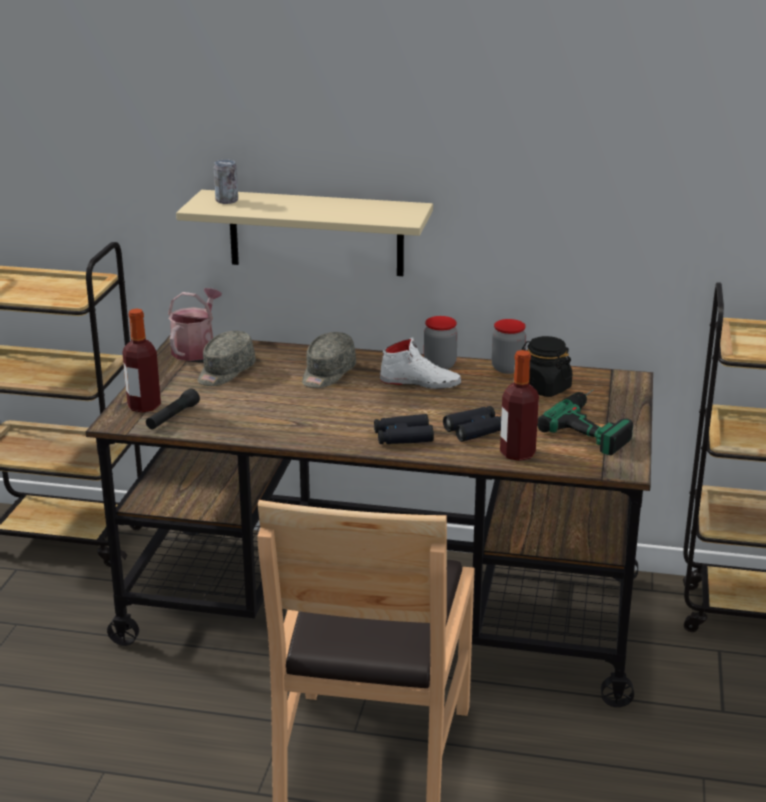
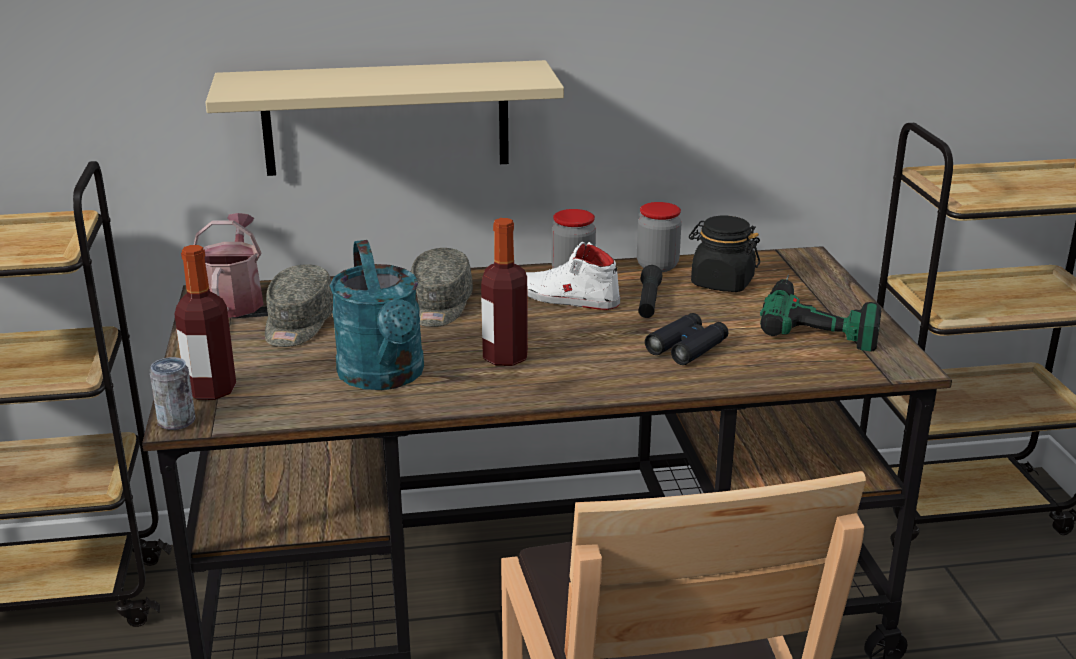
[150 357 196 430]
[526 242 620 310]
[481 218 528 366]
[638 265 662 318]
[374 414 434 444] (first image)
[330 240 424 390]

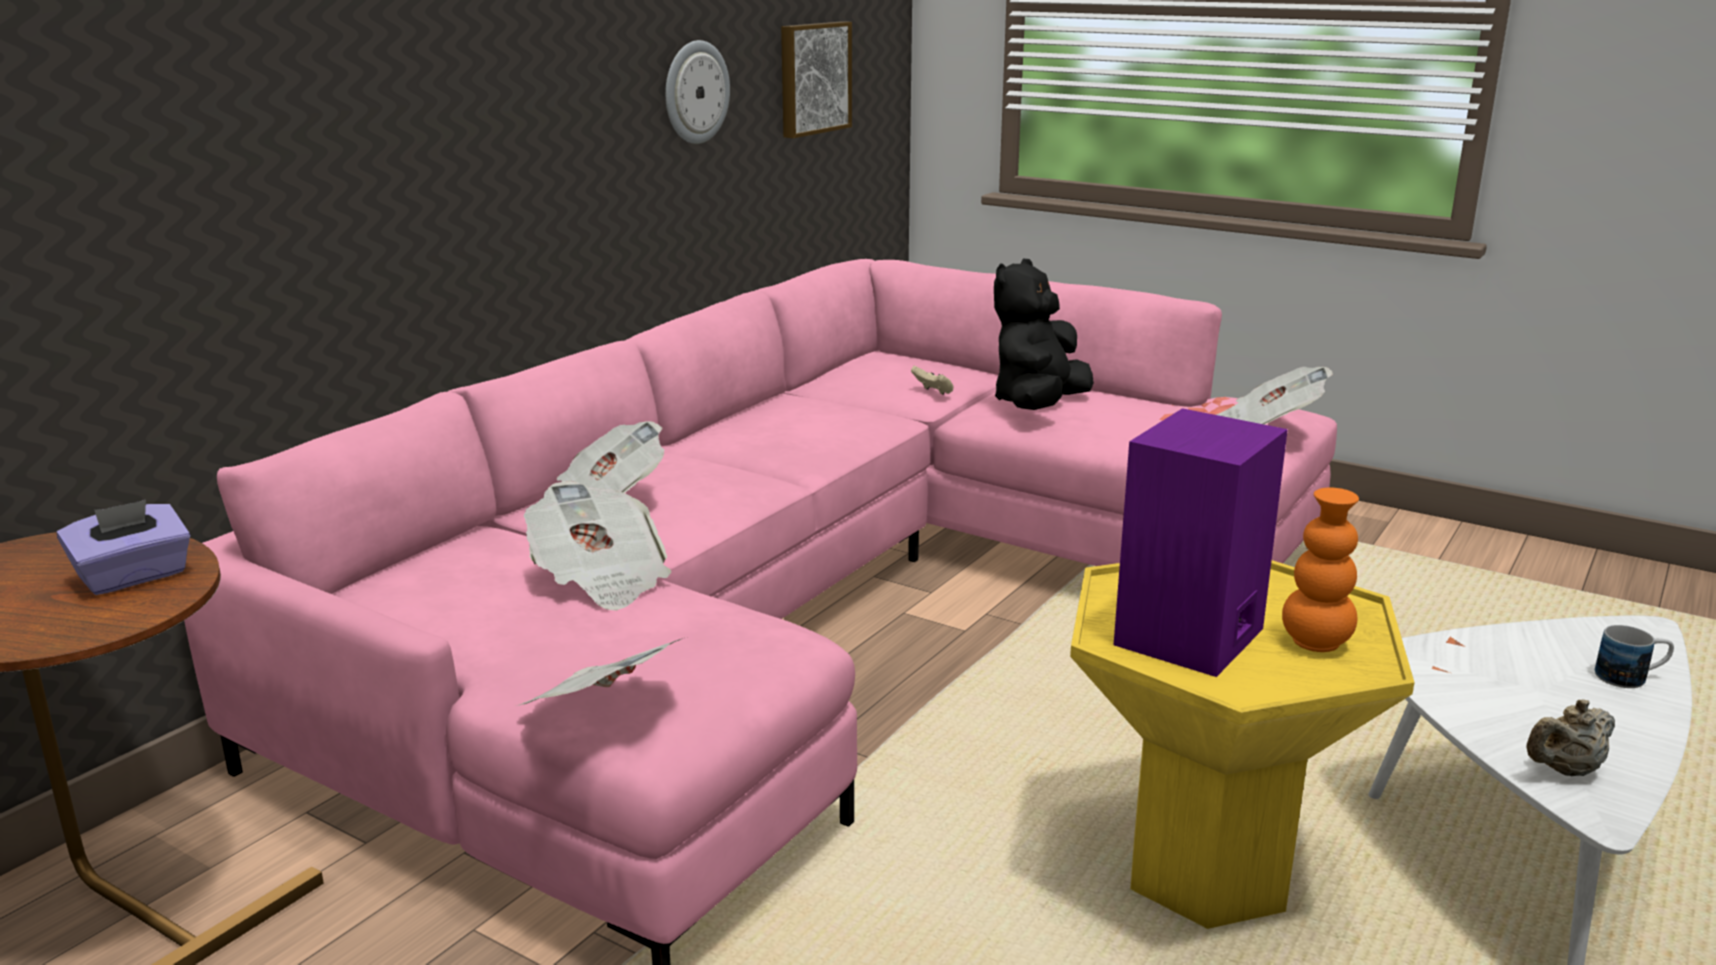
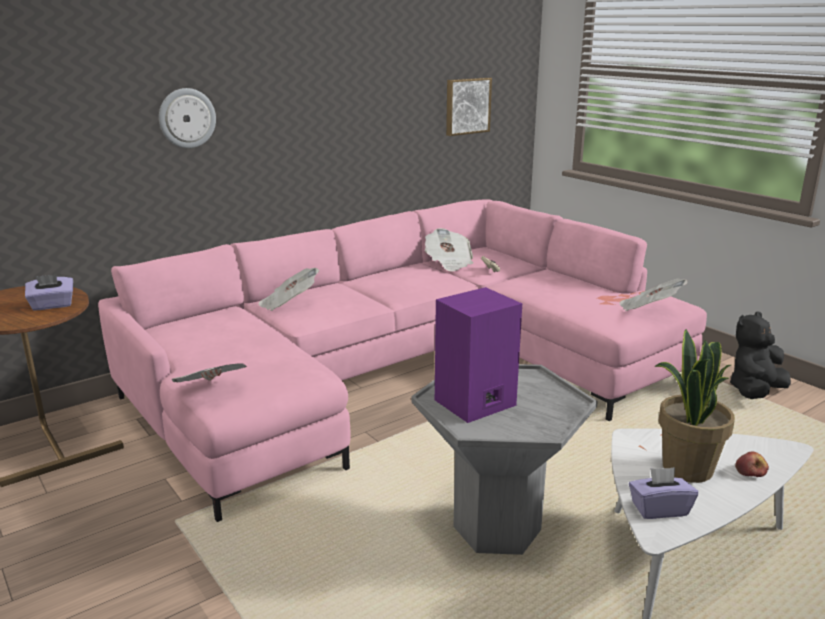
[159 88 216 148]
[730 311 791 399]
[425 228 473 272]
[1282 488 1359 652] (first image)
[411 364 598 555]
[735 452 769 477]
[629 467 698 519]
[654 329 735 483]

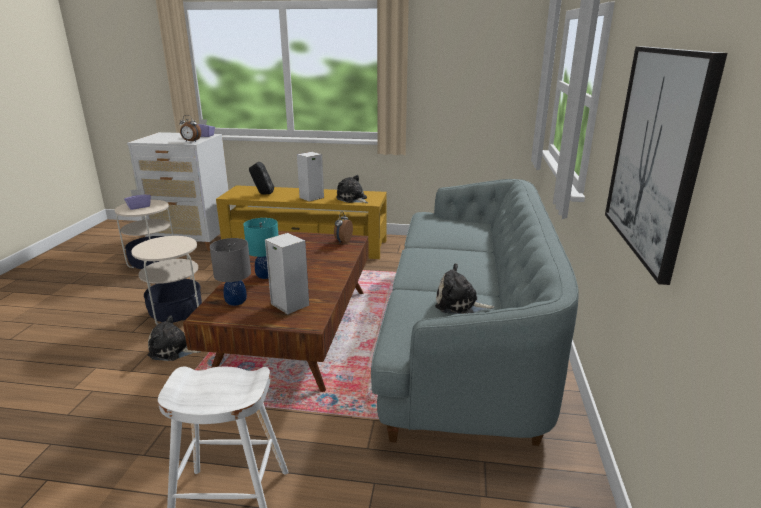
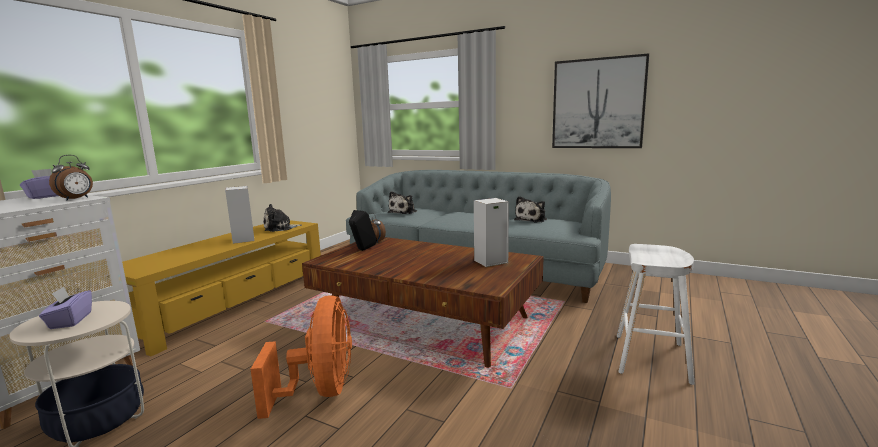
[349 210 377 251]
[243 218 278 279] (first image)
[251 295 352 419]
[210 238 251 306] (first image)
[388 191 417 214]

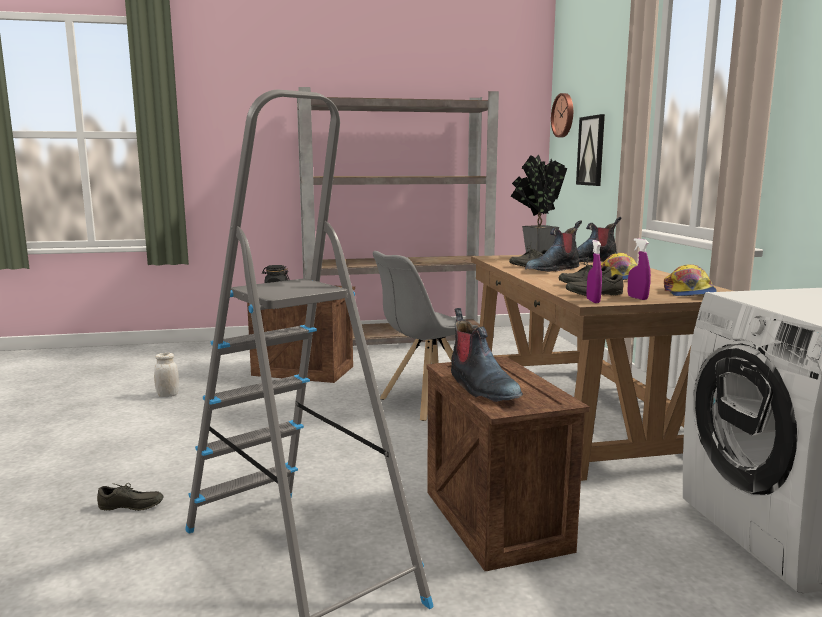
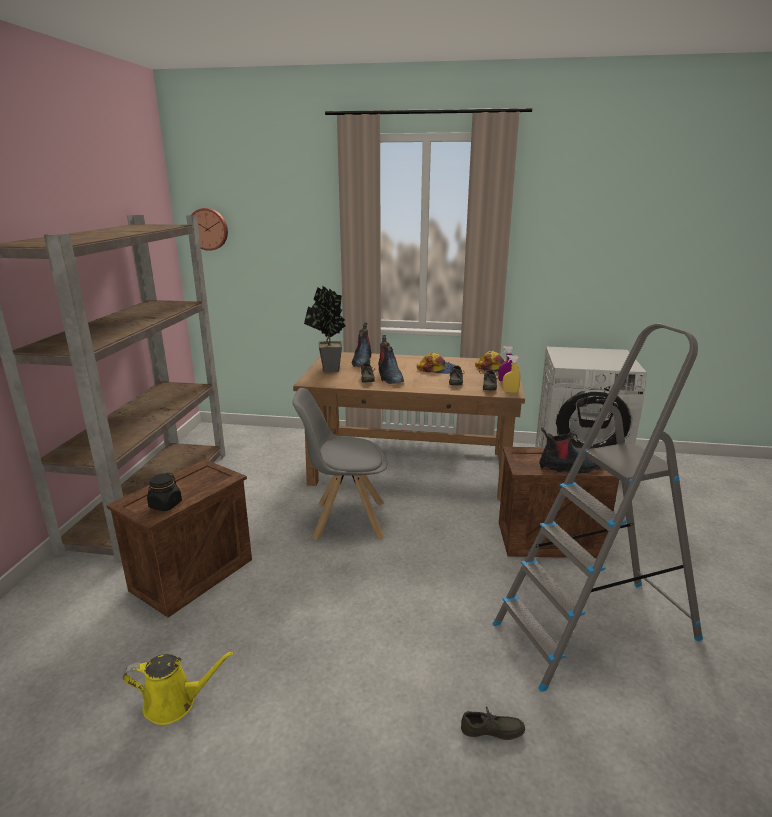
[576 114 605 186] (first image)
[502 355 520 393]
[293 388 387 540]
[123 651 235 725]
[461 706 525 740]

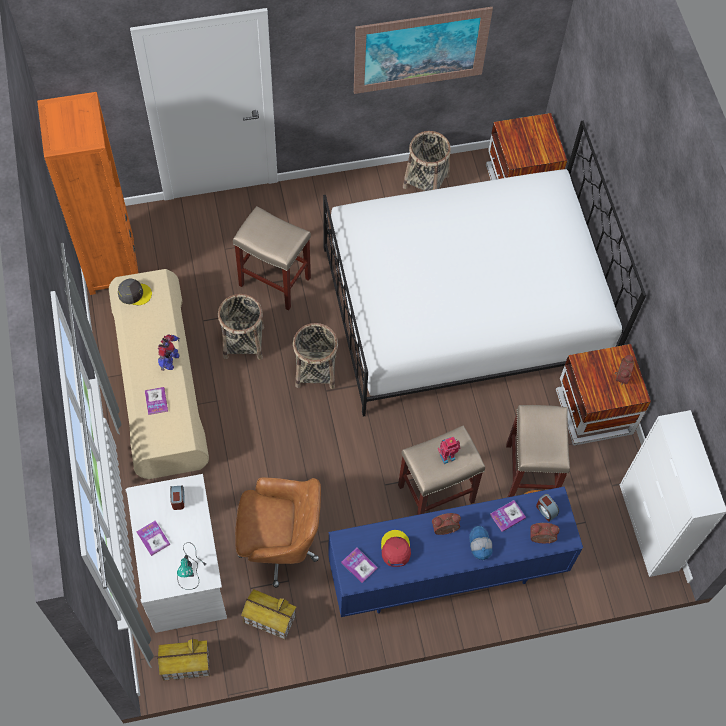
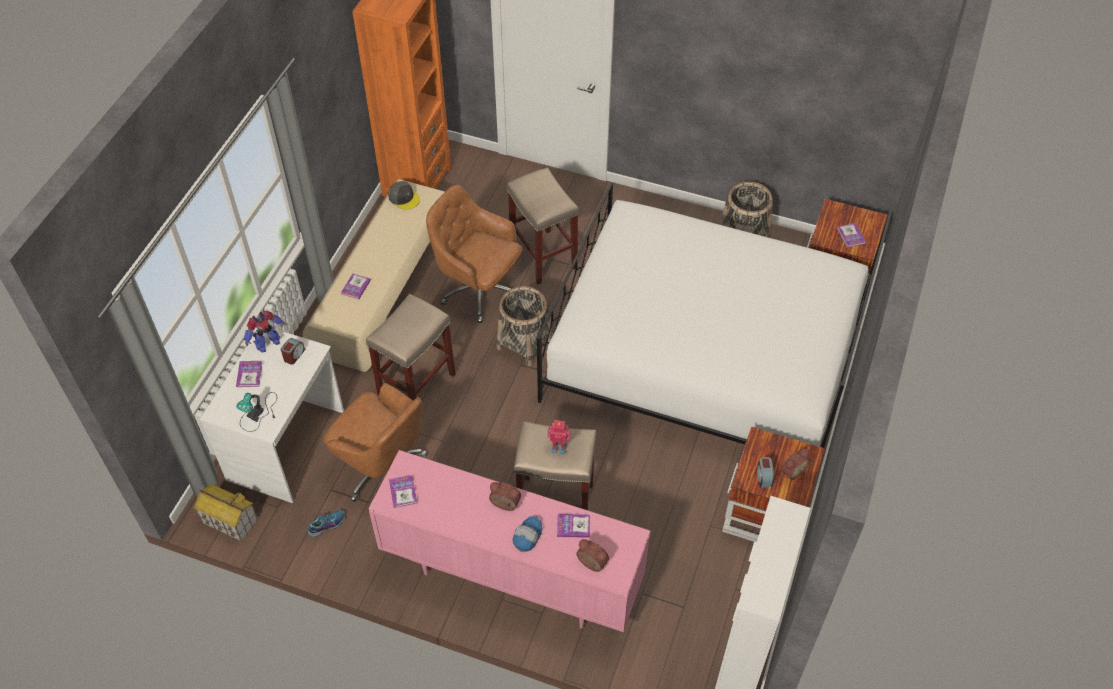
[354 7 493 94] (first image)
[426 185 522 323]
[244 310 286 353]
[366 294 456 400]
[368 450 651 632]
[757 457 774 488]
[381 530 411 567] (first image)
[307 510 345 537]
[837 223 866 248]

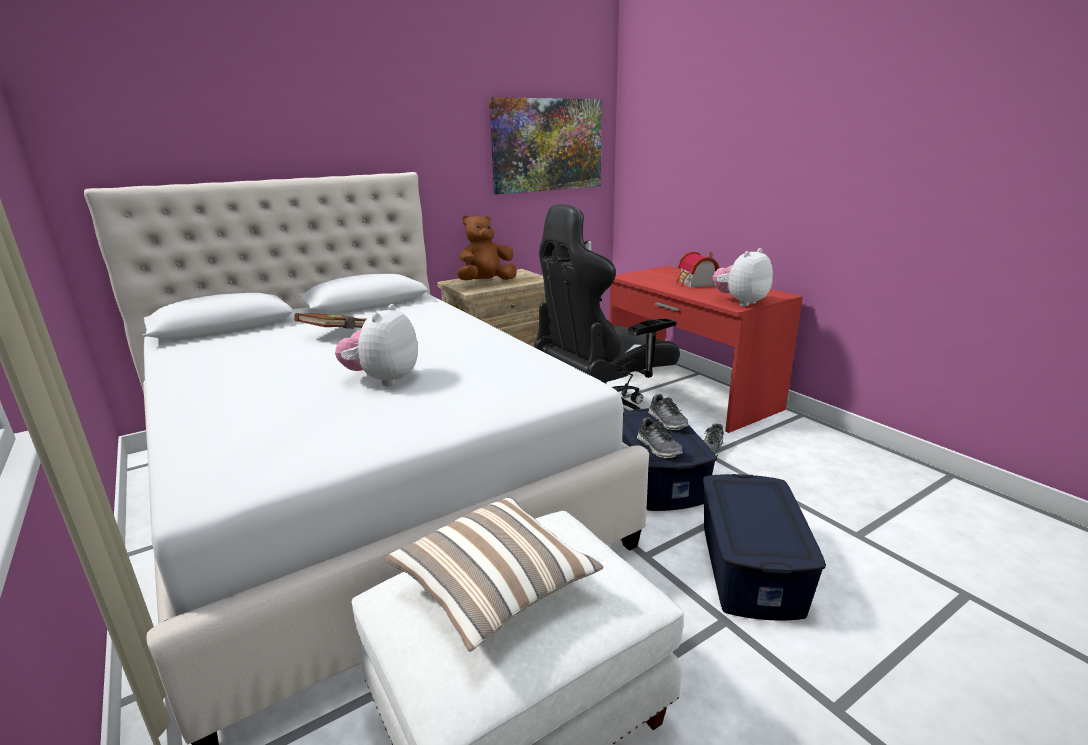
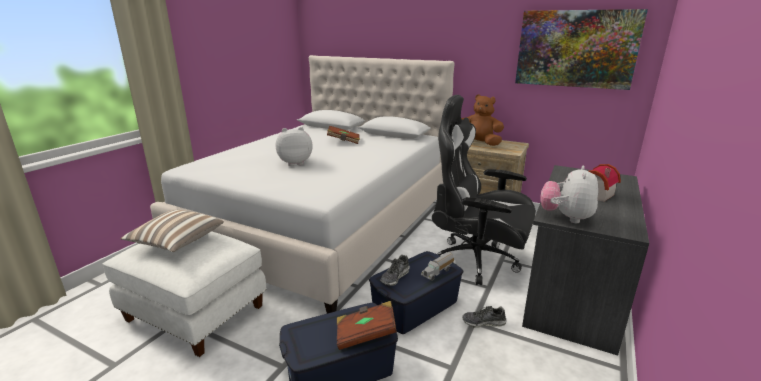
[540 165 598 223]
[522 165 649 355]
[420 252 454 281]
[337 301 397 350]

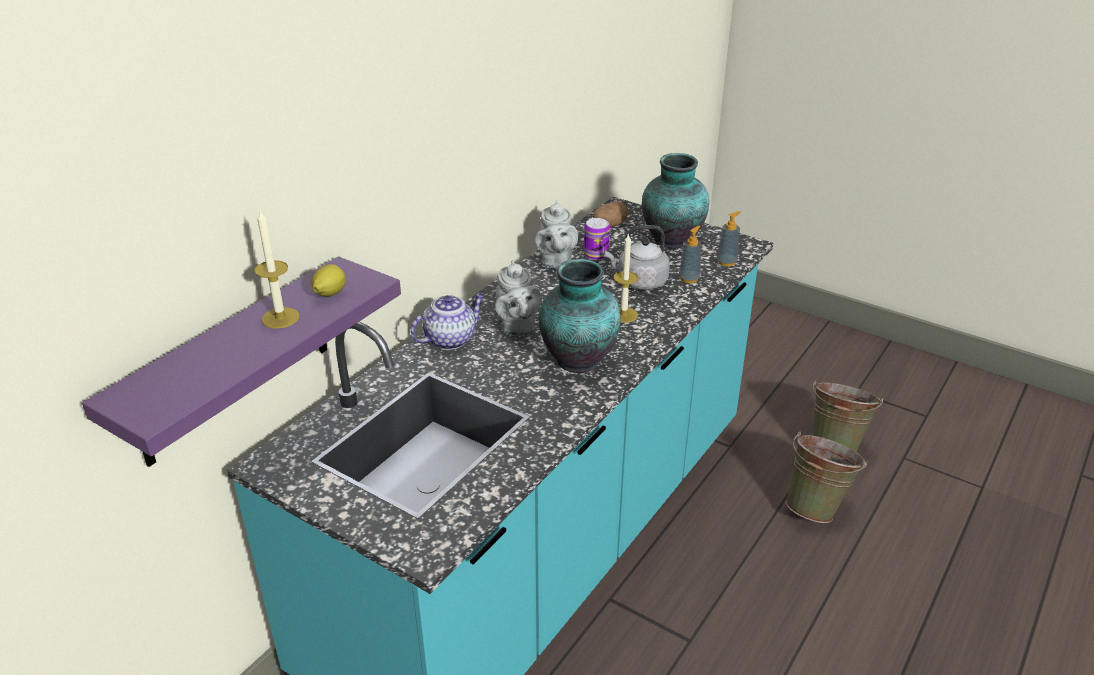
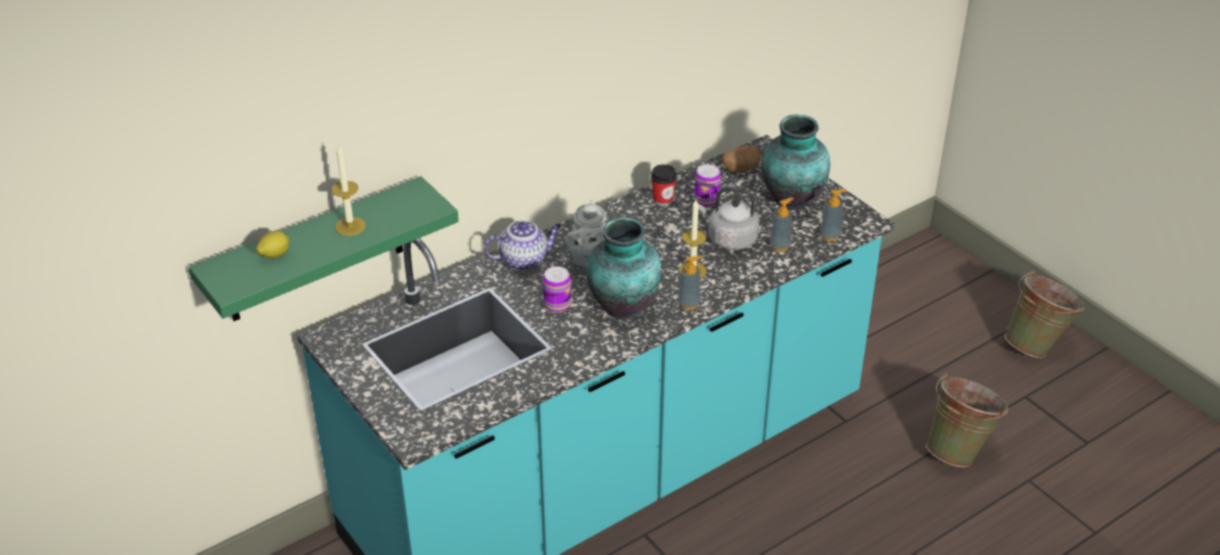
[651 164 677 206]
[188 176 459 321]
[256 231 289 258]
[1005 270 1085 358]
[678 256 703 310]
[543 266 571 312]

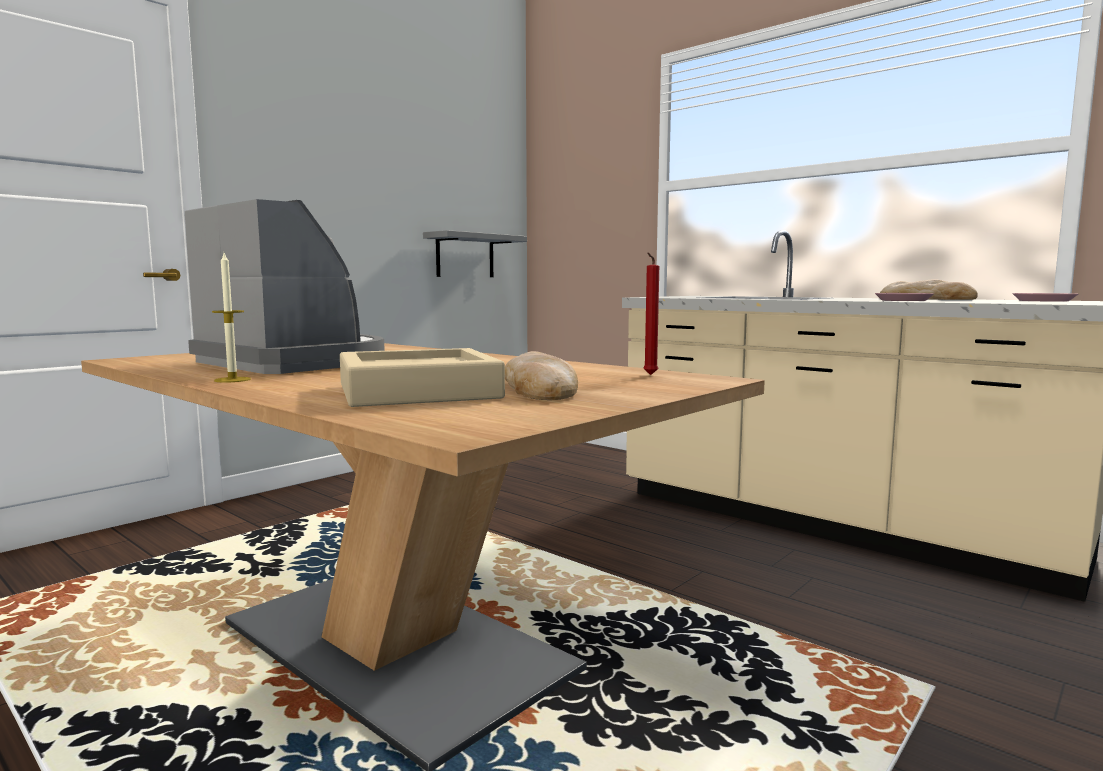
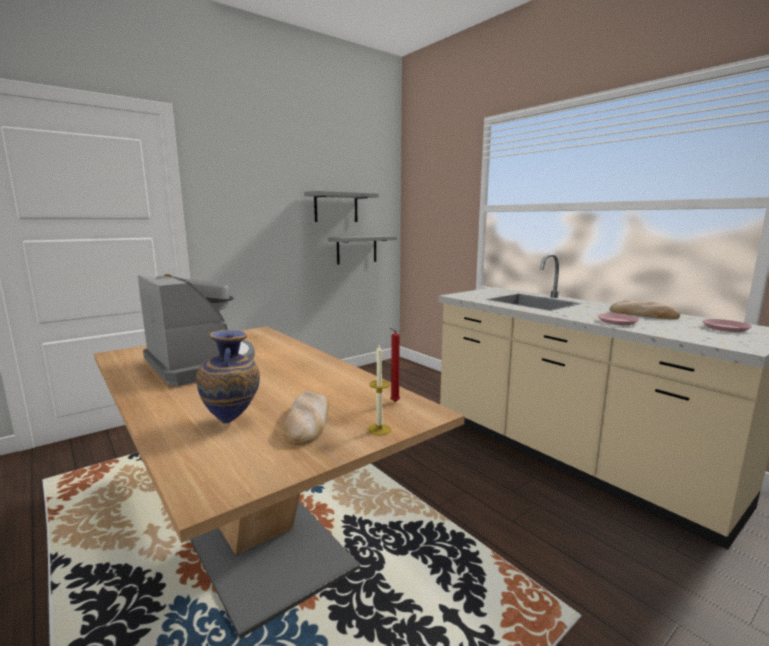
[368 345 391 435]
[197 330 260 423]
[304 191 379 222]

